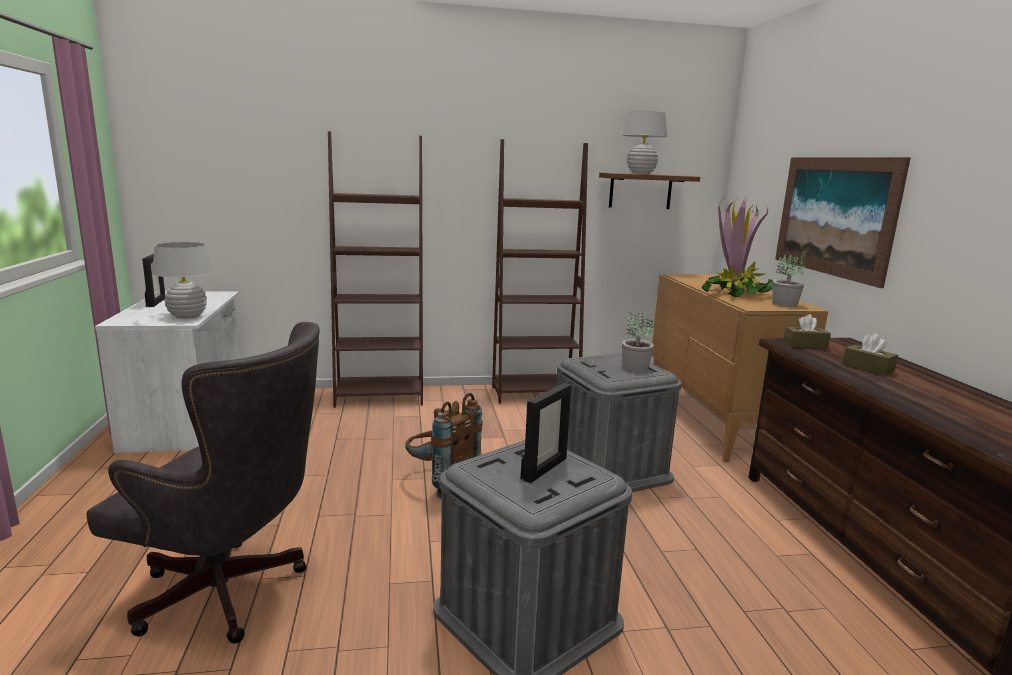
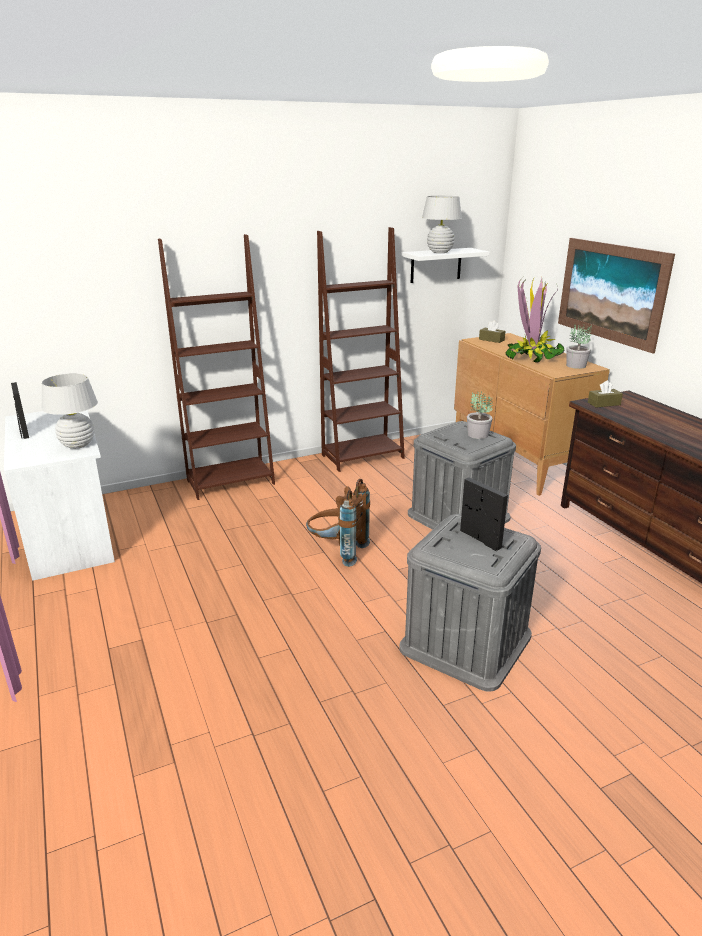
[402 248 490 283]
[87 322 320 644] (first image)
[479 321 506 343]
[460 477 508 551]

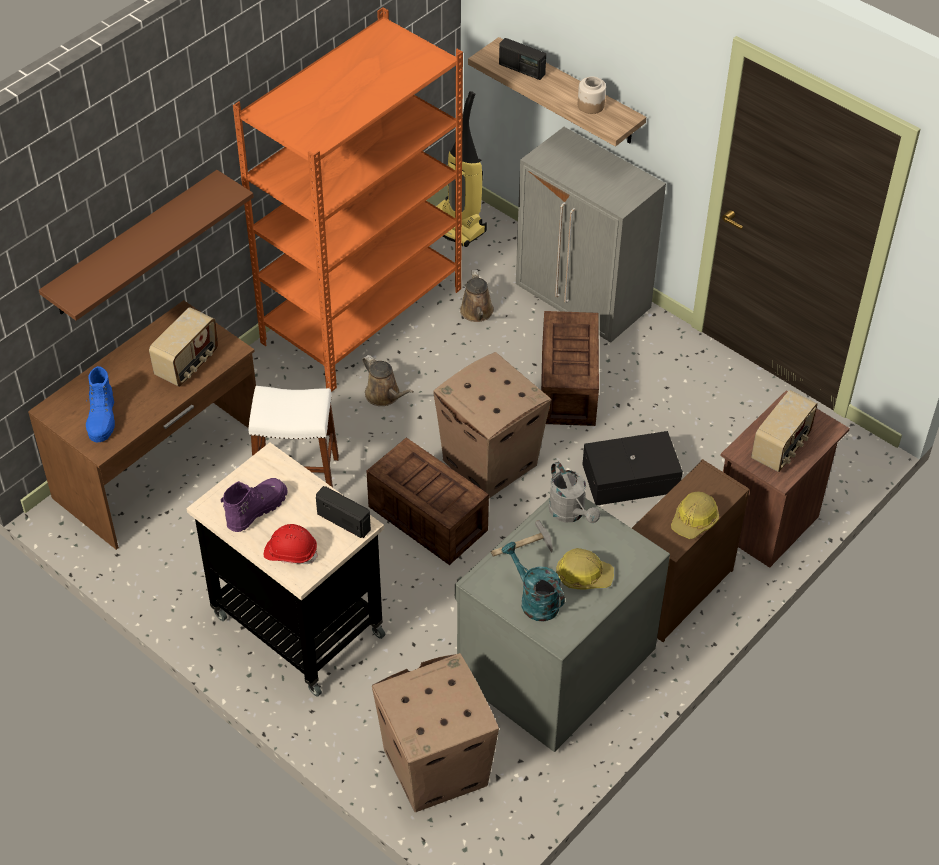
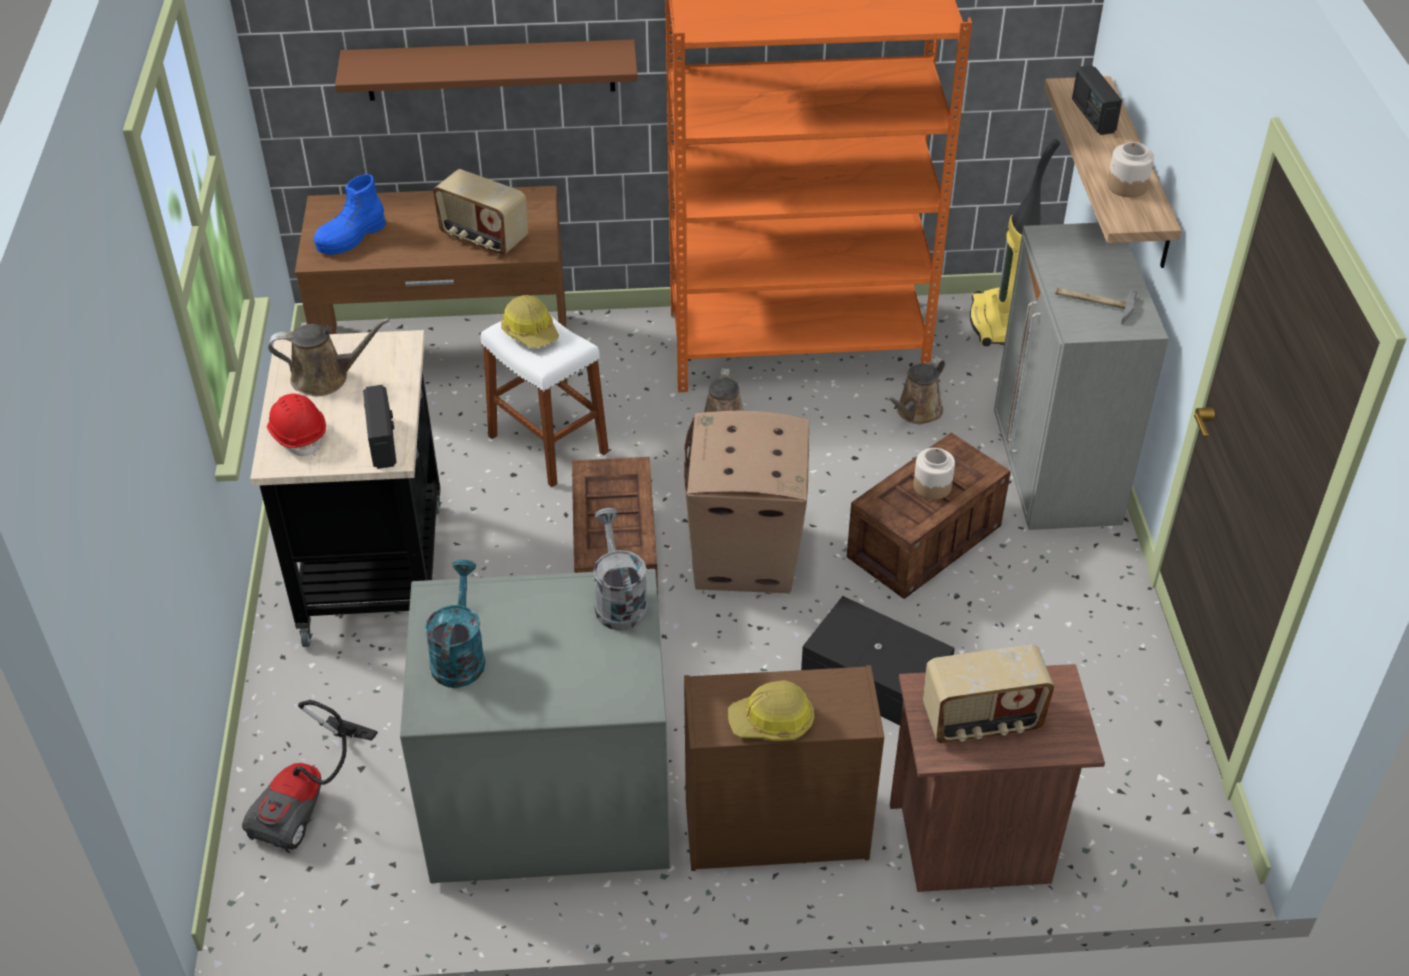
[433 169 528 255]
[593 508 648 631]
[268 318 390 396]
[1055 288 1137 325]
[501 295 559 348]
[242 700 378 853]
[913 448 955 500]

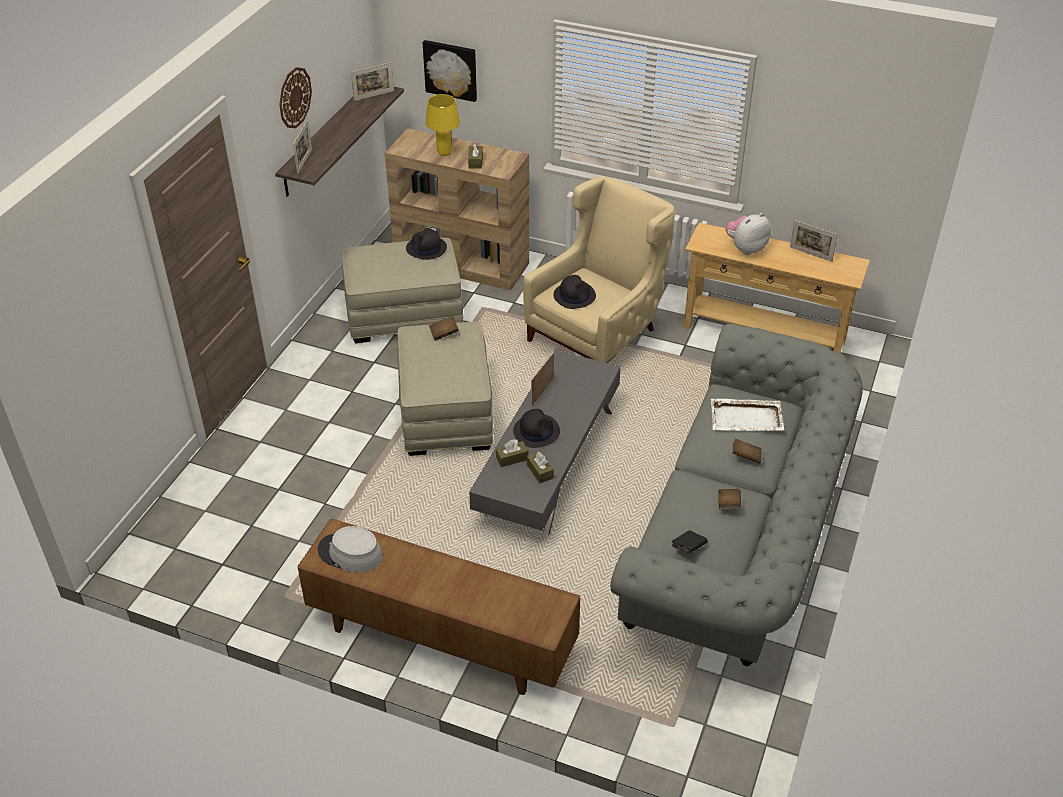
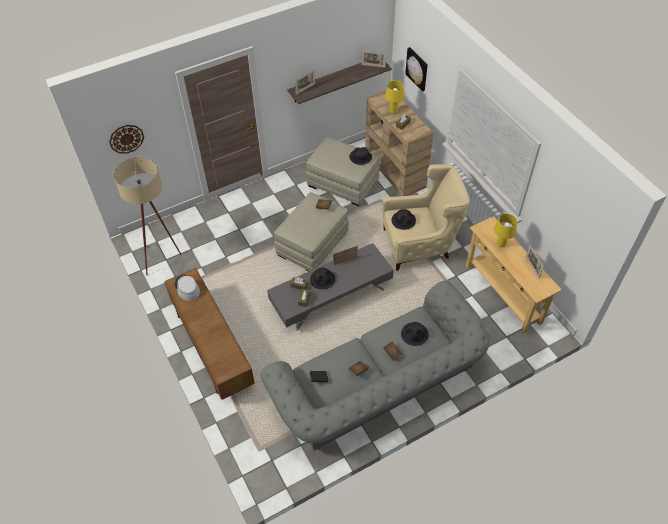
[109 125 144 154]
[494 214 517 247]
[401 322 429 346]
[113 157 181 275]

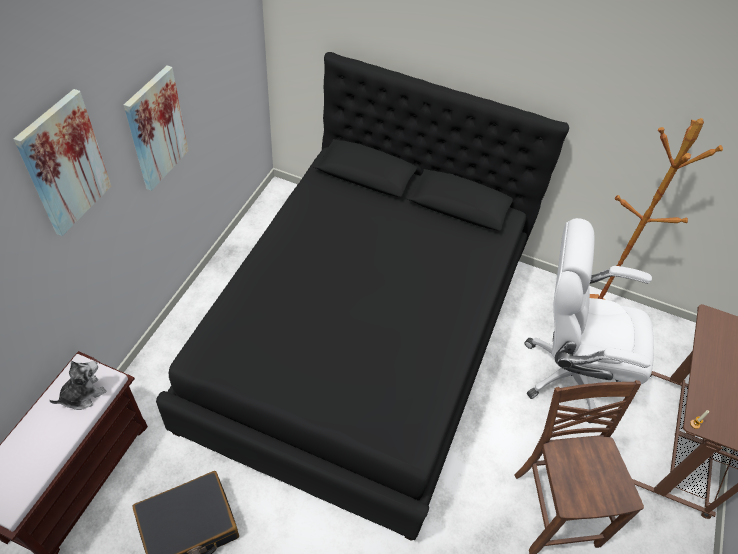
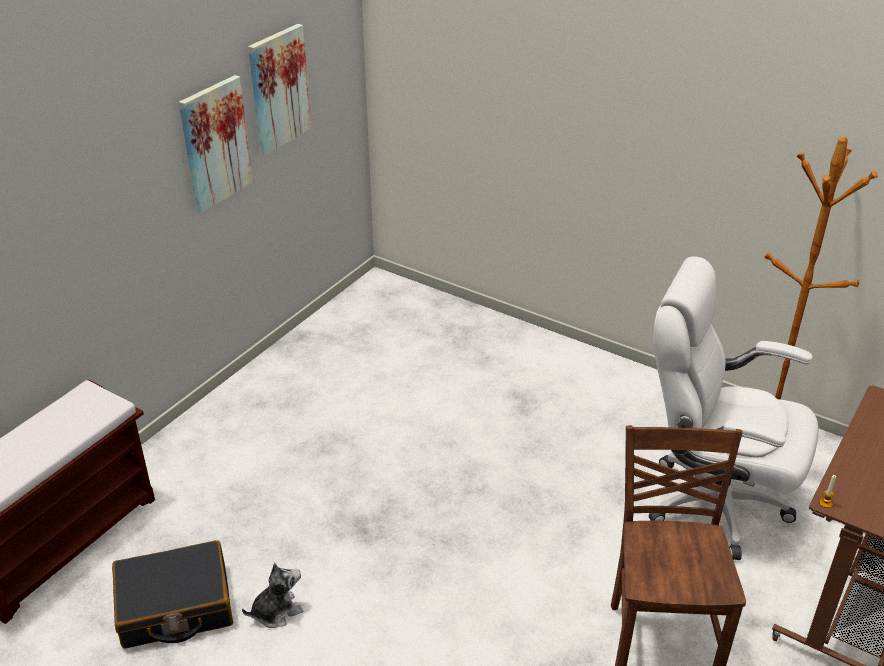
[156 52 569 541] (first image)
[248 24 311 155]
[242 563 303 628]

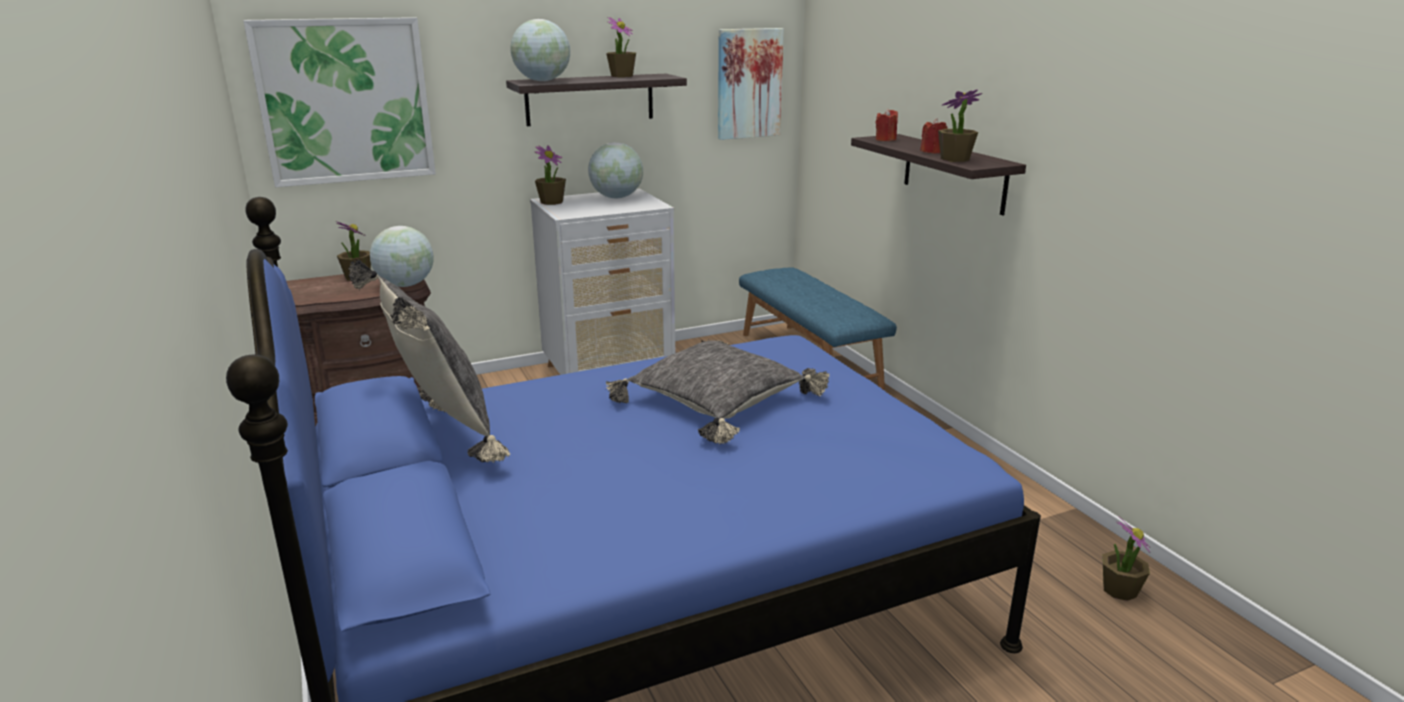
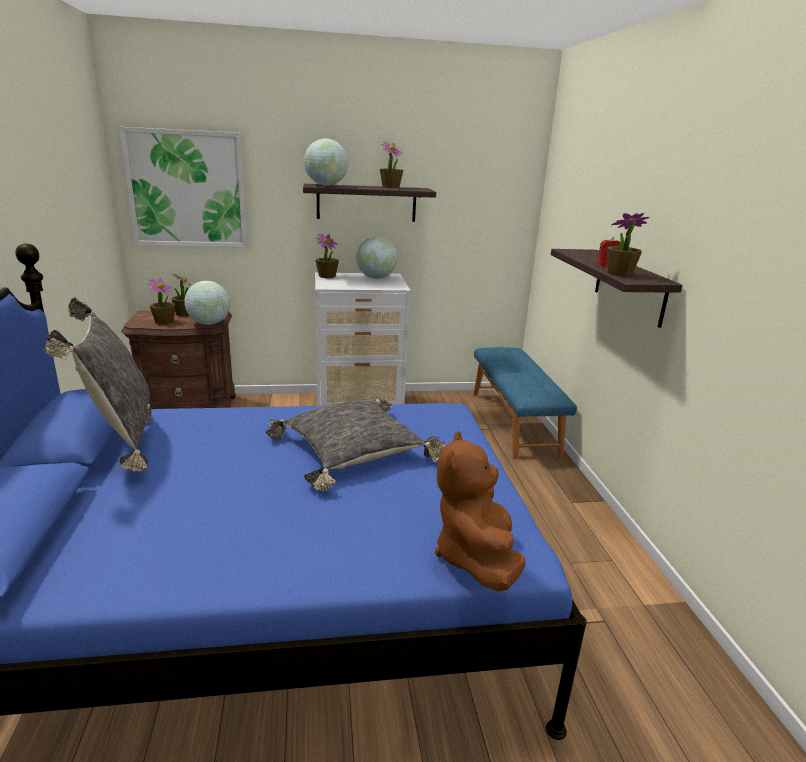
[718 28 784 140] (first image)
[876 108 898 141] (first image)
[148 278 176 324]
[435 431 525 591]

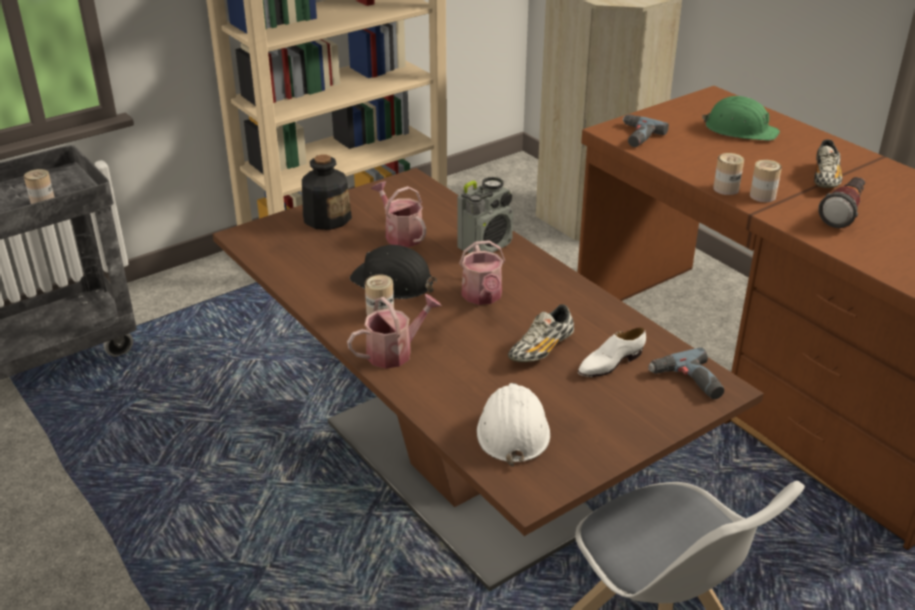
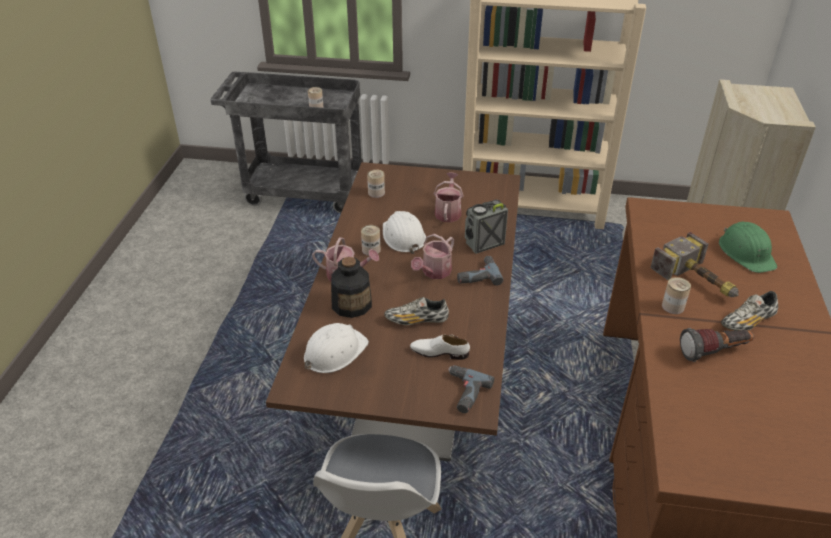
[457 256 503 285]
[367 169 385 198]
[331 257 372 318]
[465 200 508 254]
[383 211 426 254]
[651 232 739 297]

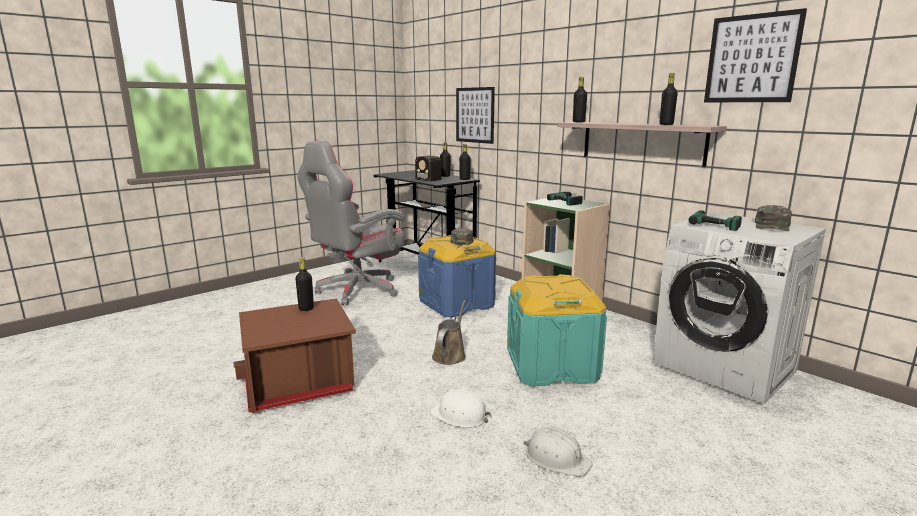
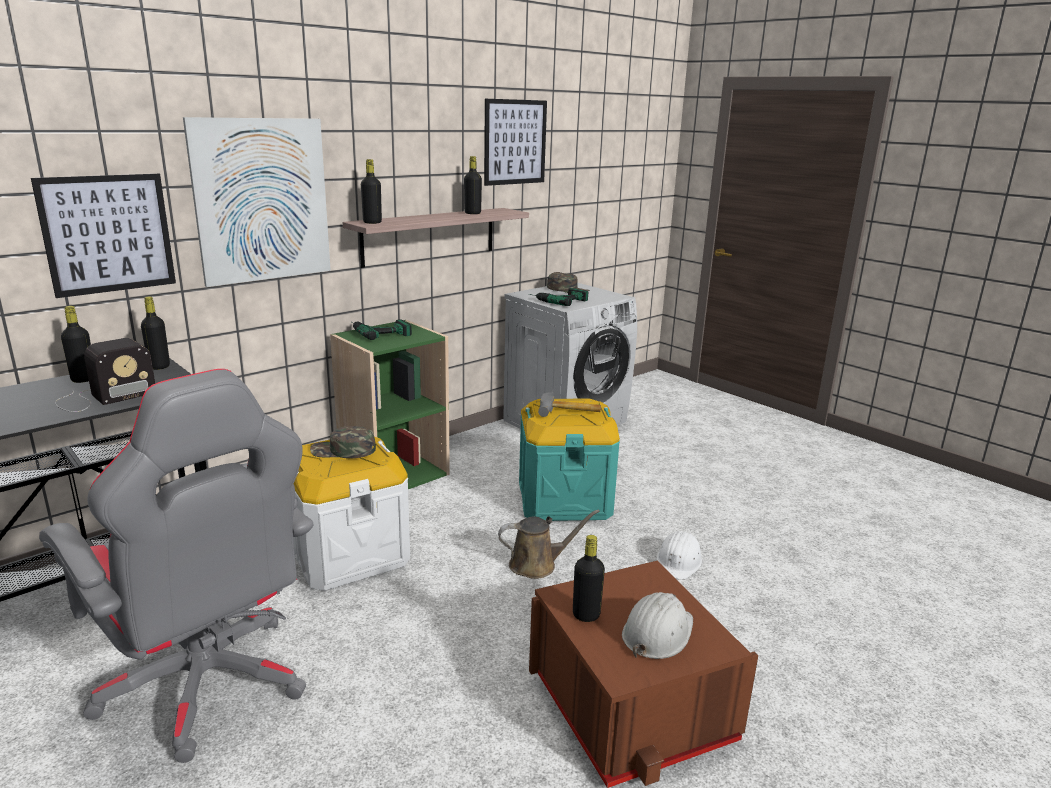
[293 437 410 591]
[498 510 600 579]
[622 592 693 659]
[183 117 331 287]
[538 392 601 417]

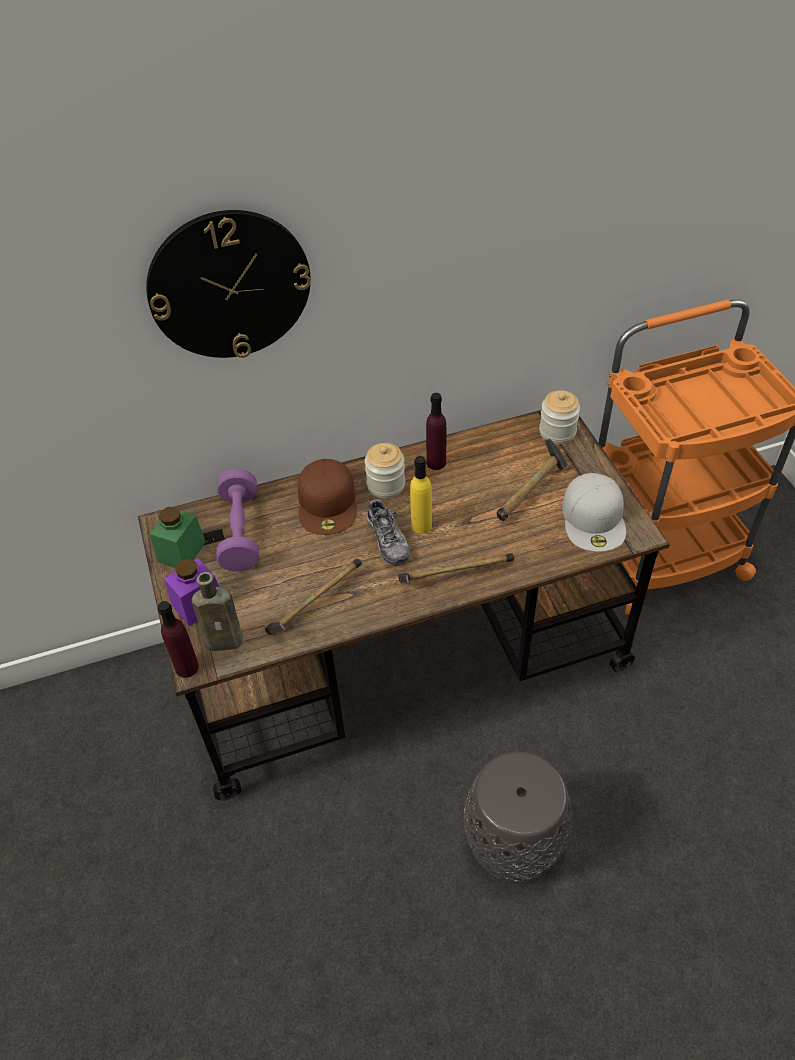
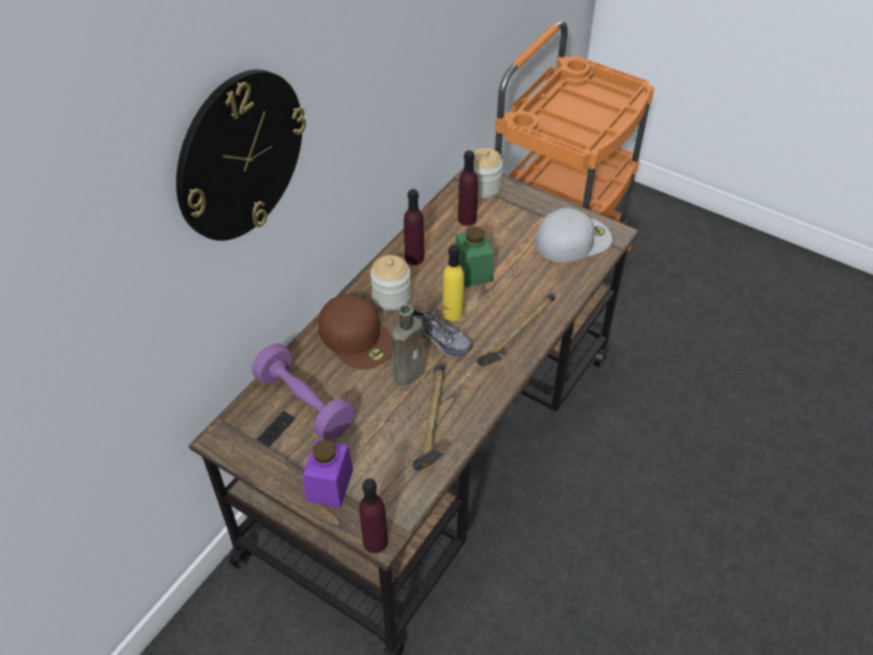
[497 438 568 521] (first image)
[535 207 612 262]
[456 226 494 287]
[391 304 425 386]
[463 752 572 883] (first image)
[458 150 478 226]

